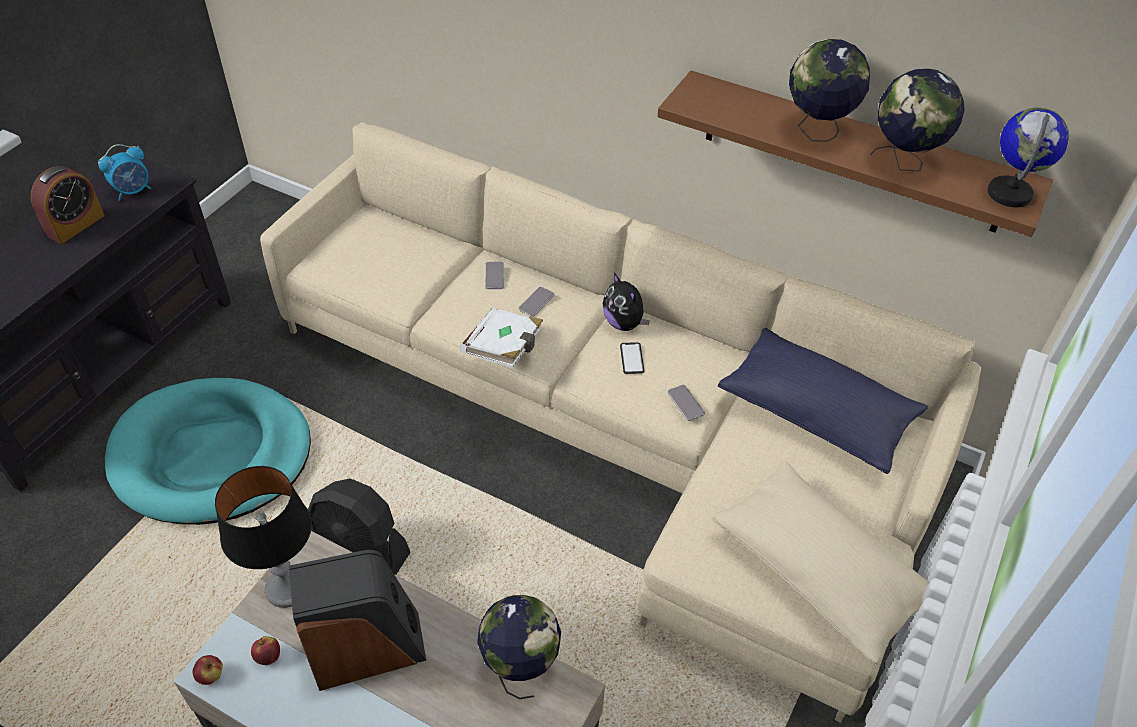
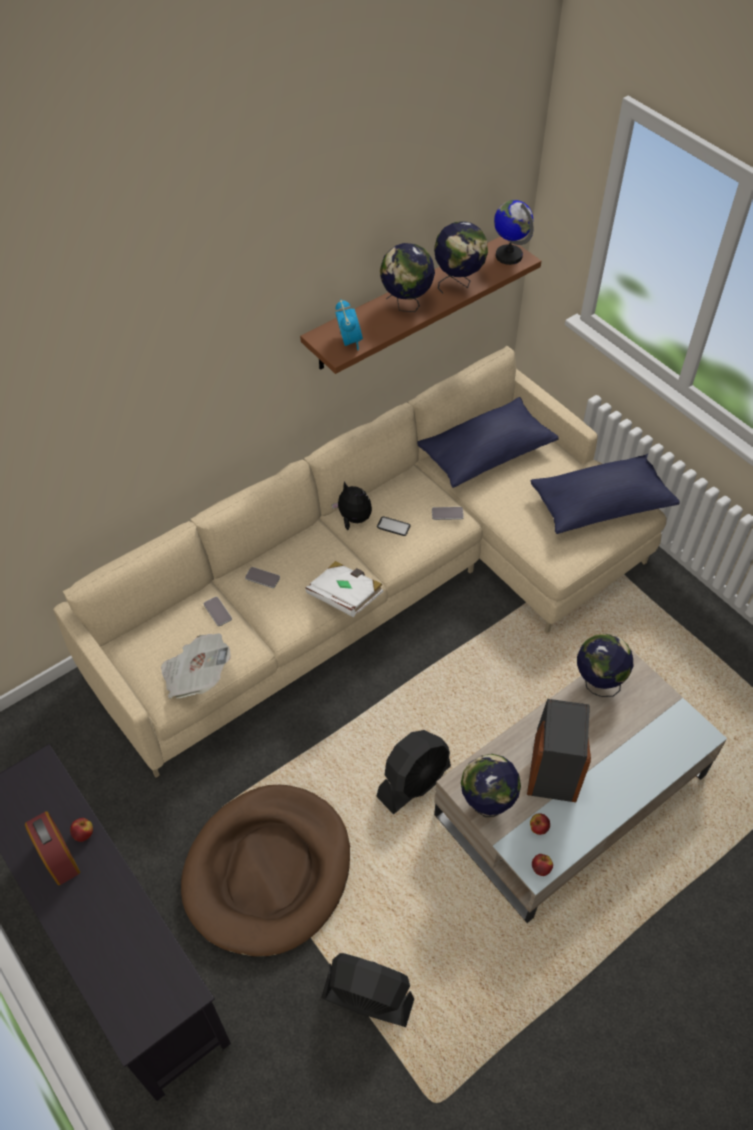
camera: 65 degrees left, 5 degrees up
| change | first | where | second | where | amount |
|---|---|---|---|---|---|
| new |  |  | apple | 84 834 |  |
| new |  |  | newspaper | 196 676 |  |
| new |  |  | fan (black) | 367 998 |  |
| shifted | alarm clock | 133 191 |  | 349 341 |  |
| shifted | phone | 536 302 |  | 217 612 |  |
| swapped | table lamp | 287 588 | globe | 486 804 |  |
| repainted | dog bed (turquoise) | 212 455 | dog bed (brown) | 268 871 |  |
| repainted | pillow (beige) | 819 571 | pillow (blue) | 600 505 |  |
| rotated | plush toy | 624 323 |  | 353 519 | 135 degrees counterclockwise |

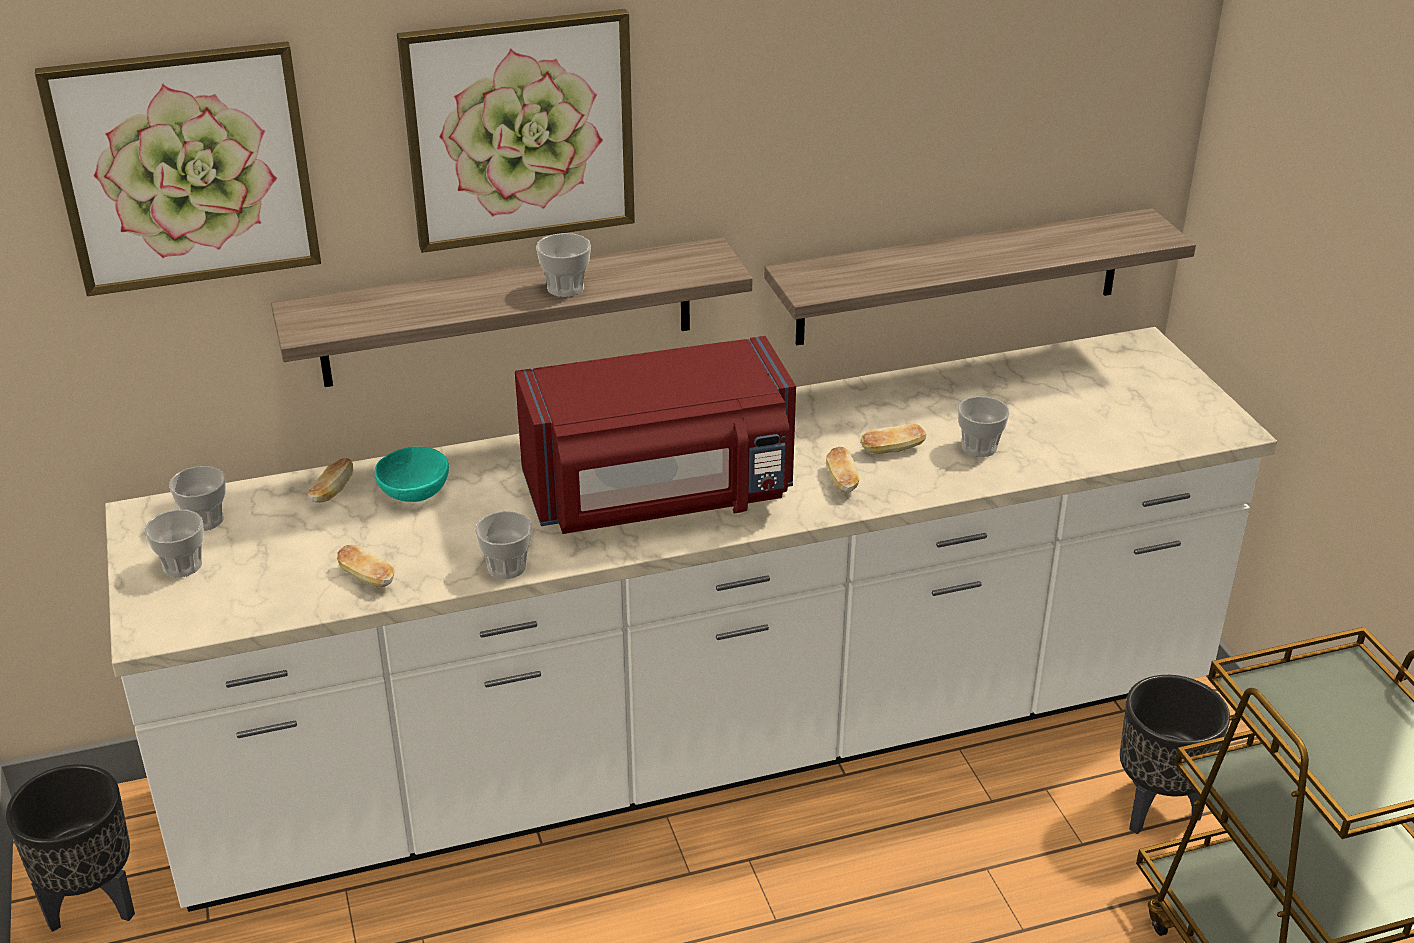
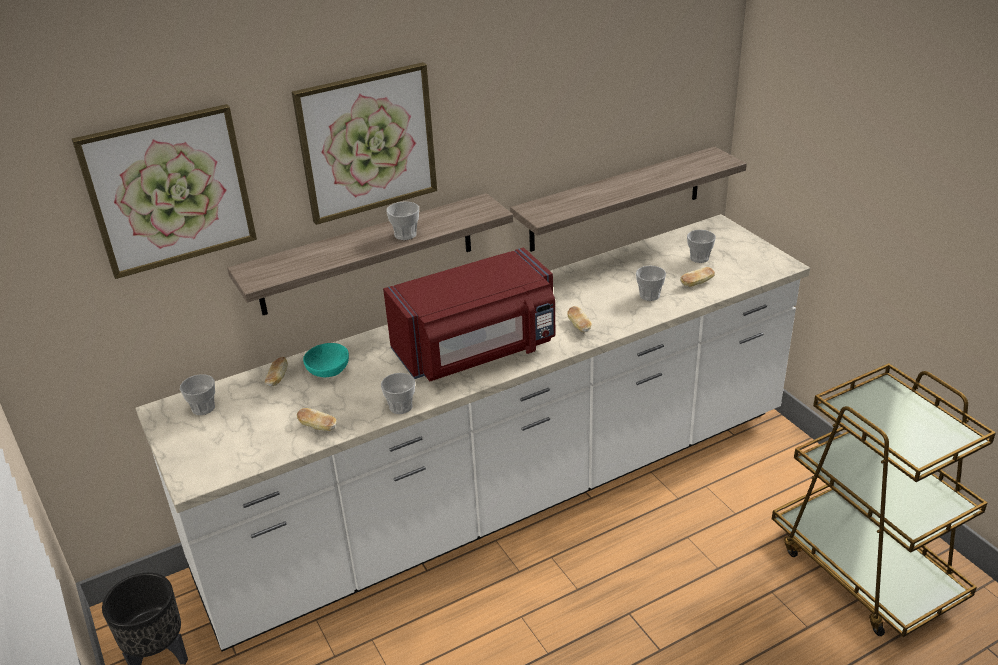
camera: 10 degrees left, 0 degrees up
| change | first | where | second | where | amount |
|---|---|---|---|---|---|
| gone | planter (black) | 1157 810 |  |  |  |
| shifted | cup | 182 565 |  | 699 258 |  |
| shifted | bread | 892 450 |  | 697 283 |  |

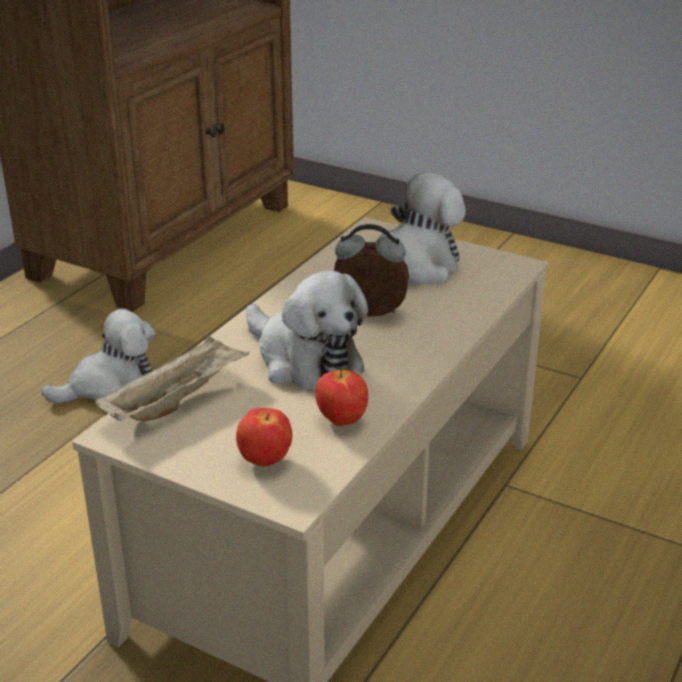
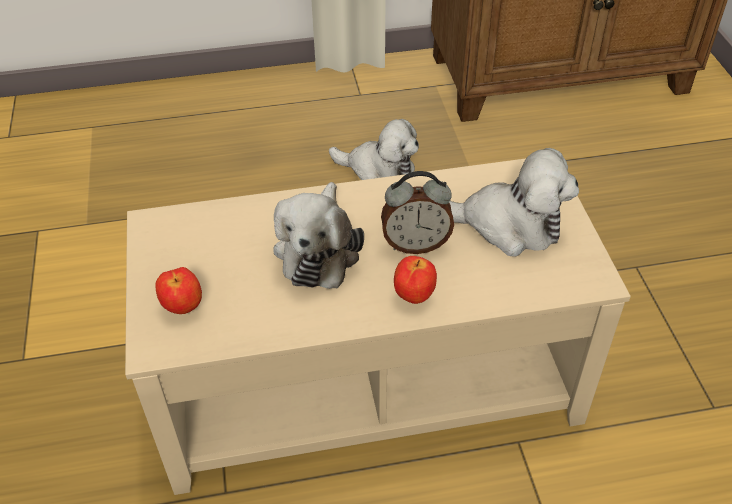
camera: 50 degrees right, 15 degrees up
| change | first | where | second | where | amount |
|---|---|---|---|---|---|
| gone | tray (beige) | 176 400 |  |  |  |
| shifted | apple | 341 420 |  | 413 295 |  |
| rotated | alarm clock | 369 314 |  | 415 244 | 120 degrees clockwise |

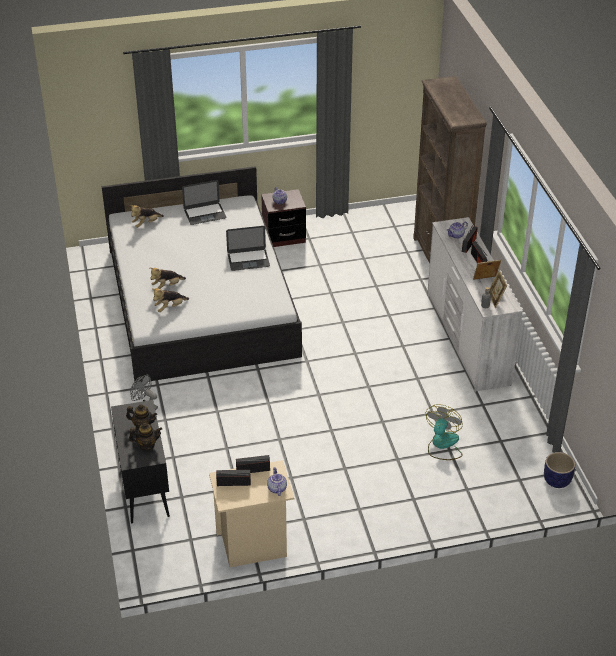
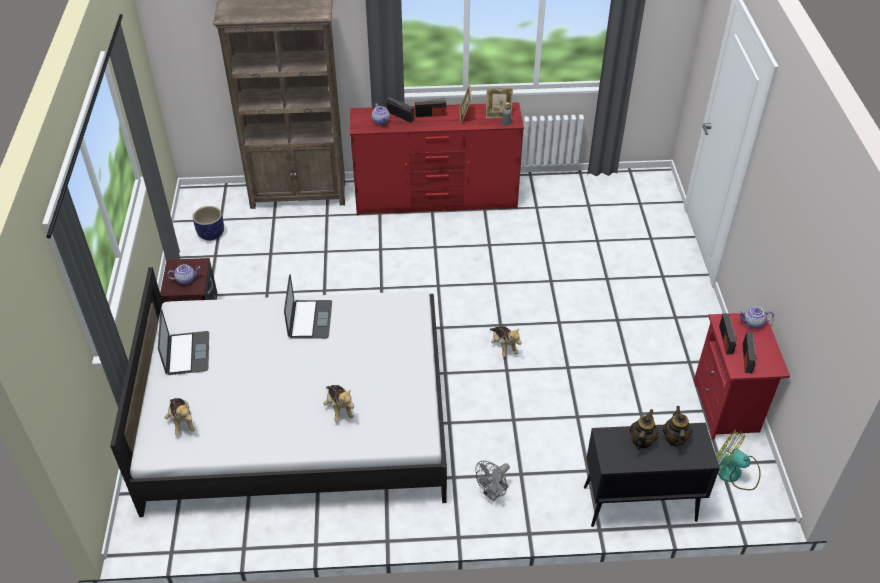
camera: 80 degrees left, 5 degrees up
| change | first | where | second | where | amount |
|---|---|---|---|---|---|
| shifted | plush toy | 170 307 |  | 504 346 |  |
| shifted | fan | 442 445 |  | 734 472 |  |
| shifted | planter | 556 481 |  | 211 234 |  |
| repainted | nightstand (beige) | 253 545 | nightstand (red) | 727 408 |  |
| repainted | dresser (white) | 467 339 | dresser (red) | 436 200 |  |

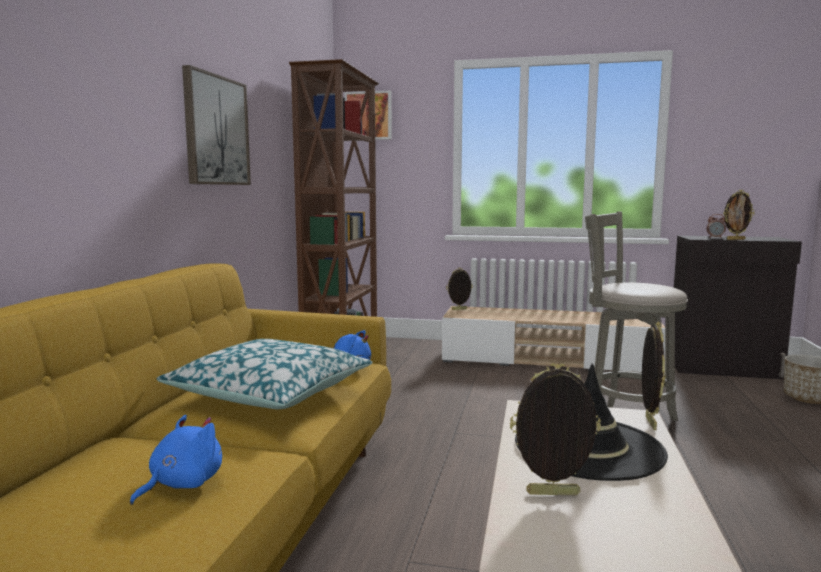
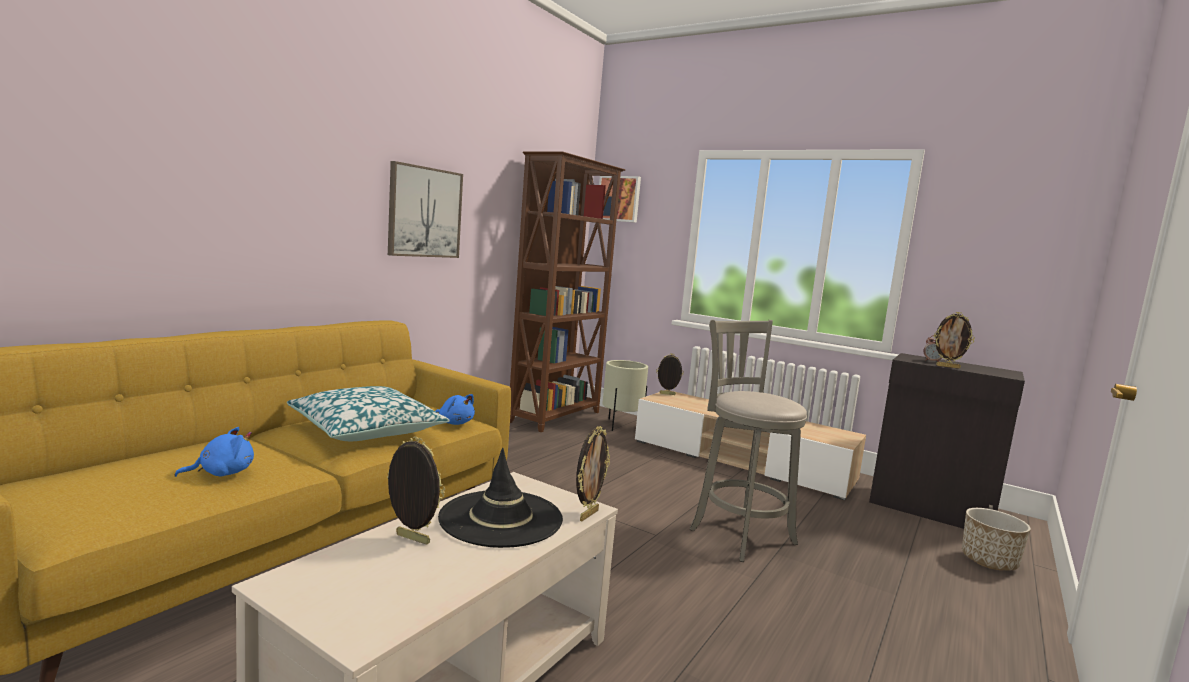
camera: 20 degrees right, 0 degrees up
| change | first | where | second | where | amount |
|---|---|---|---|---|---|
| new |  |  | planter (beige) | 621 425 |  |

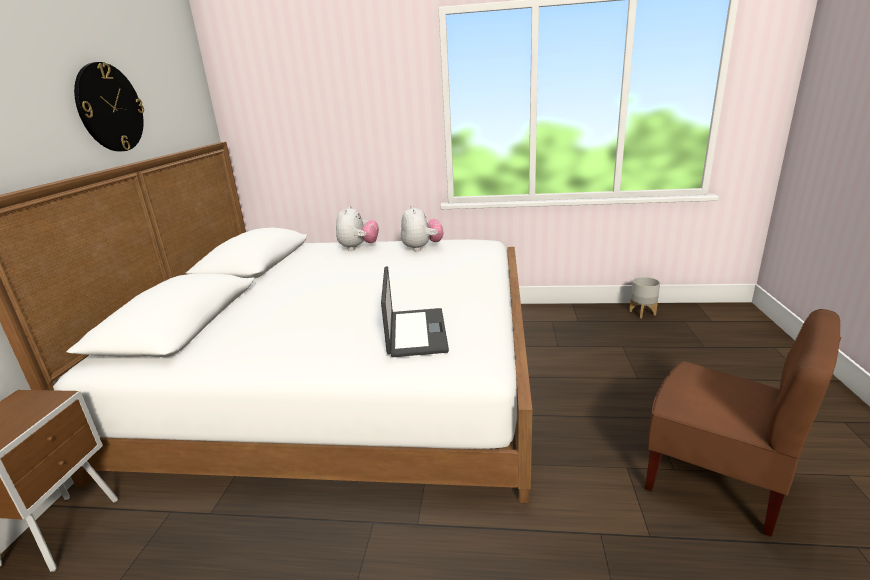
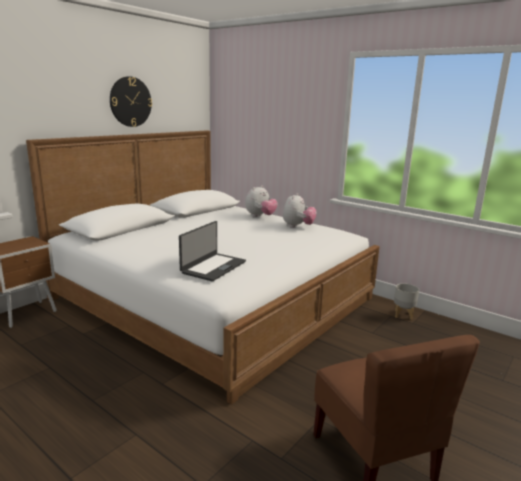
camera: 30 degrees right, 5 degrees down
| change | first | where | second | where | amount |
|---|---|---|---|---|---|
| shifted | planter (grey) | 642 312 |  | 403 315 |  |

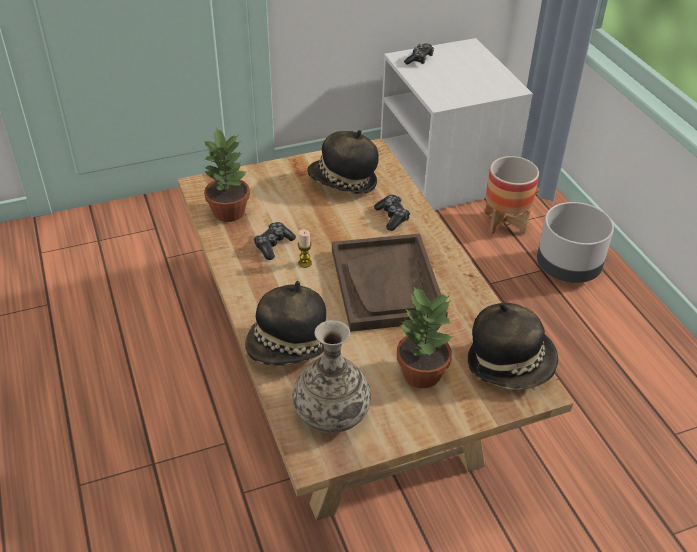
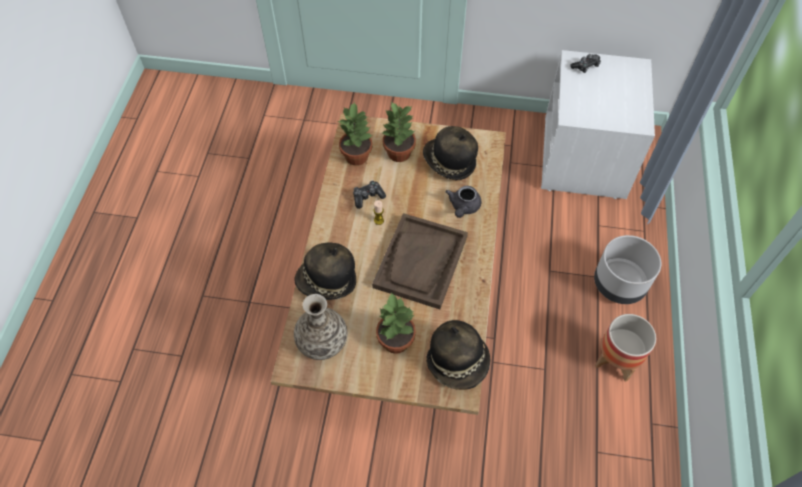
camera: 30 degrees right, 15 degrees up
| change | first | where | second | where | amount |
|---|---|---|---|---|---|
| new |  |  | potted plant | 399 153 |  |
| shifted | planter | 505 223 |  | 616 360 |  |
| swapped | game controller | 392 217 | teapot (grey) | 463 207 |  |

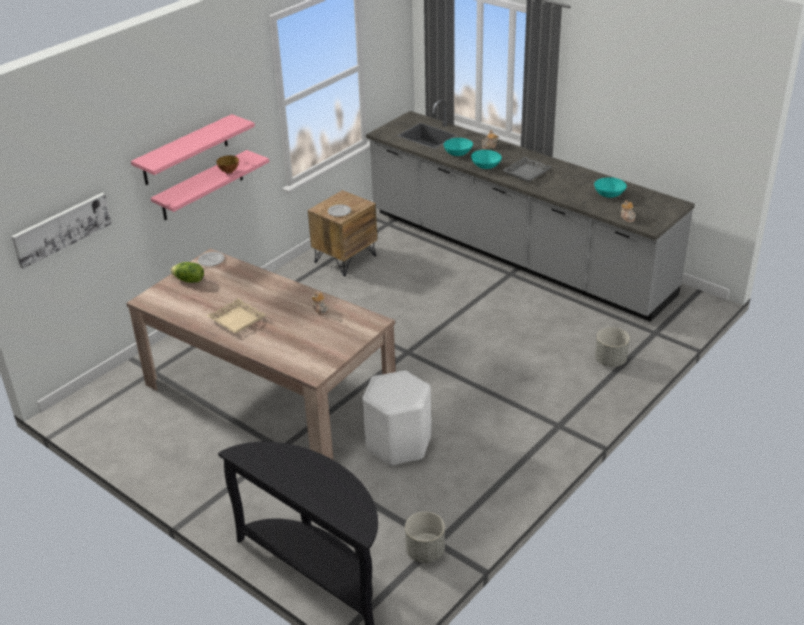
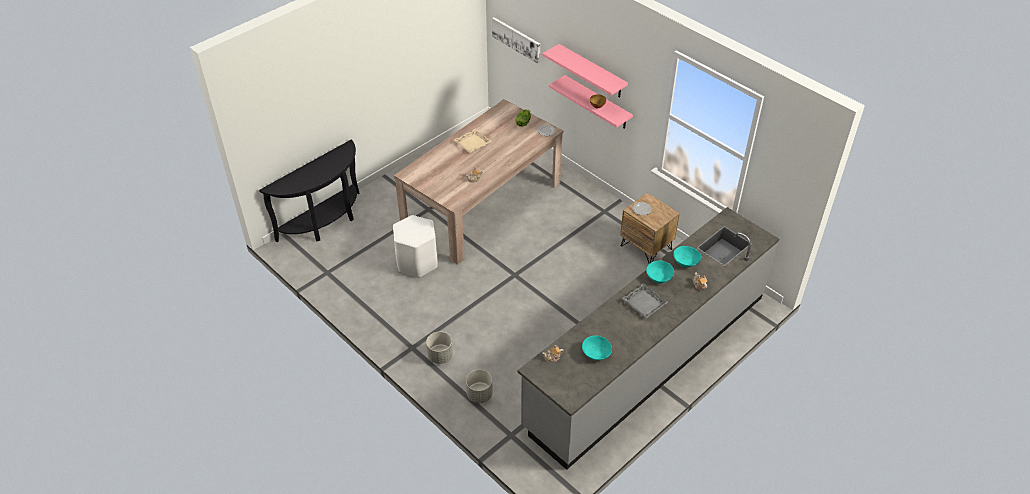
camera: 95 degrees right, 10 degrees up
| change | first | where | second | where | amount |
|---|---|---|---|---|---|
| shifted | planter (grey) | 425 551 |  | 440 356 |  |

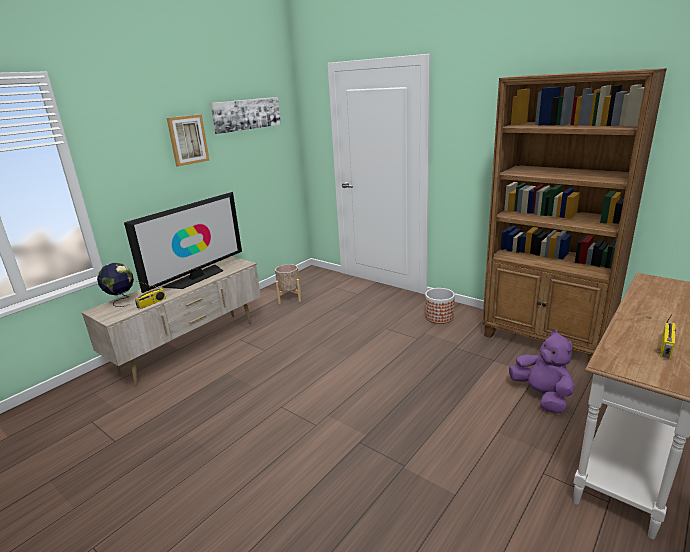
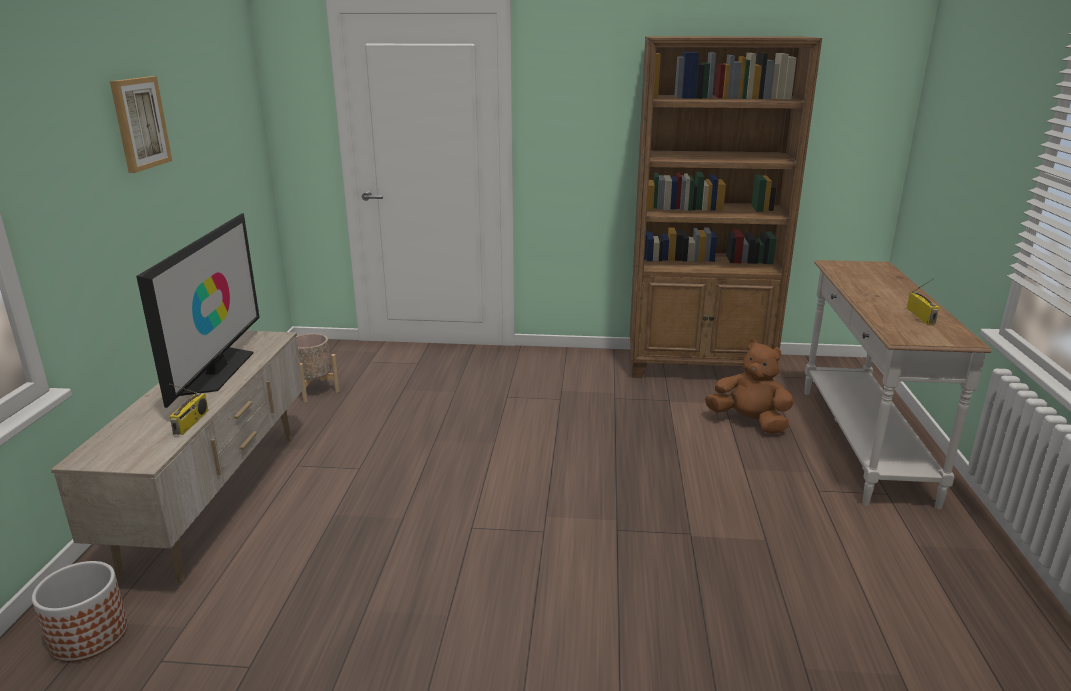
camera: 35 degrees left, 0 degrees up
| change | first | where | second | where | amount |
|---|---|---|---|---|---|
| gone | globe | 121 301 |  |  |  |
| gone | picture | 246 114 |  |  |  |
| shifted | planter | 439 317 |  | 89 636 |  |
| repainted | plush toy (purple) | 541 396 | plush toy (brown) | 749 422 |  |

